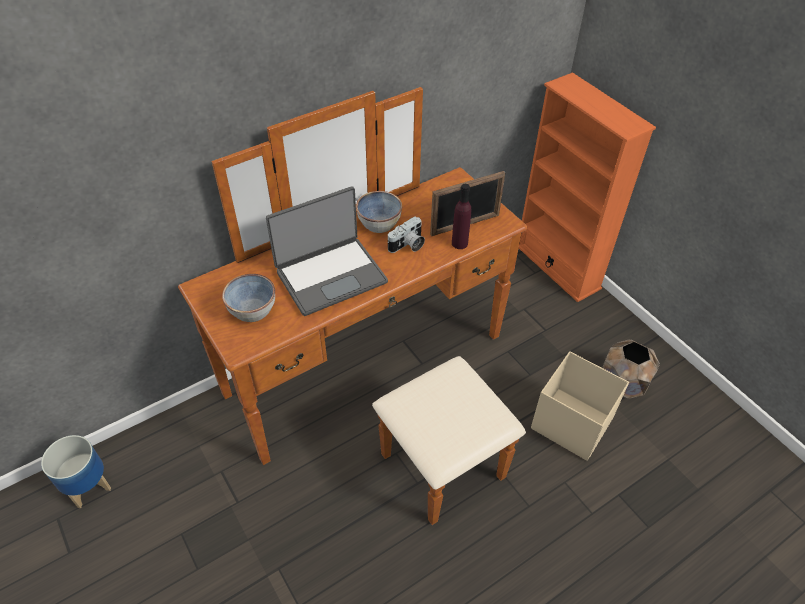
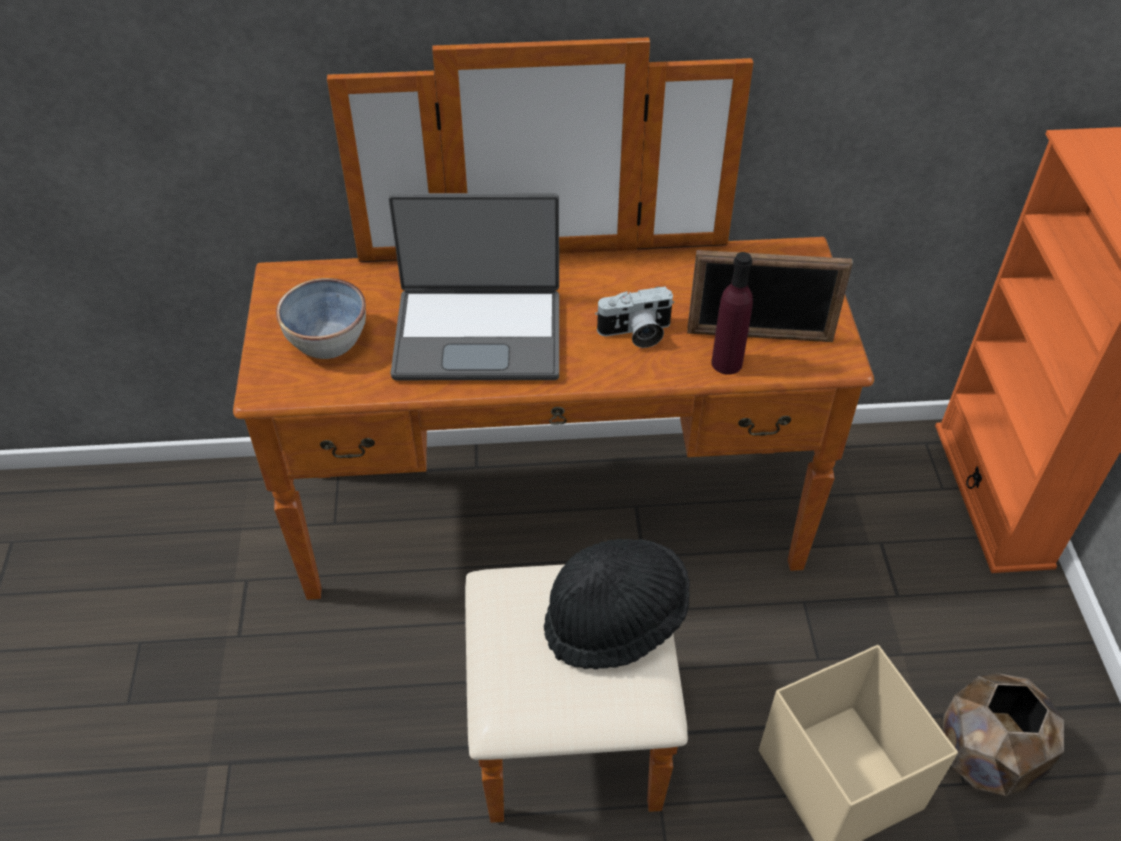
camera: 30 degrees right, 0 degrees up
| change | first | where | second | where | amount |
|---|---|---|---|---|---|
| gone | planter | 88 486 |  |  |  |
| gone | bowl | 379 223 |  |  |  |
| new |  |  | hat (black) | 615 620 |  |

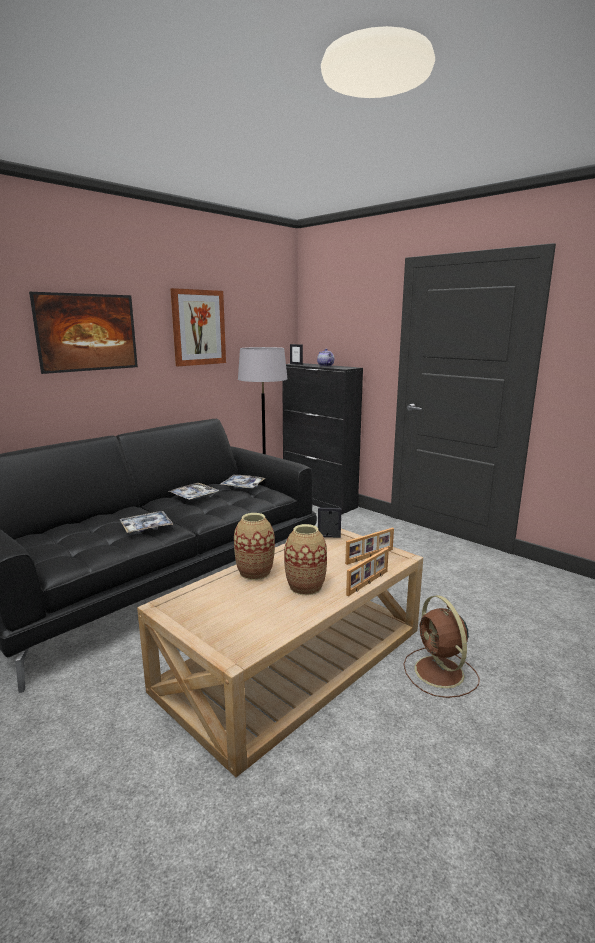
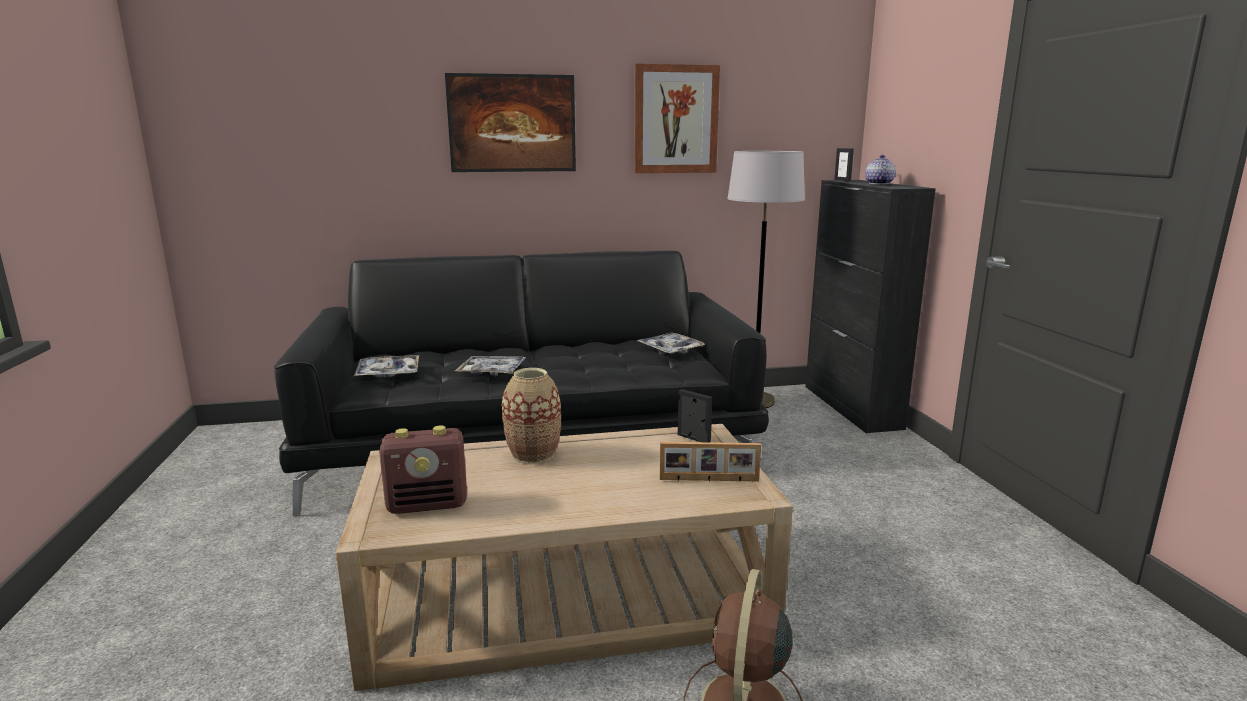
camera: 35 degrees right, 0 degrees up
| change | first | where | second | where | amount |
|---|---|---|---|---|---|
| gone | vase | 305 587 |  |  |  |
| gone | picture frame | 368 583 |  |  |  |
| new |  |  | radio | 428 505 |  |
| shifted | tray | 194 496 |  | 388 373 |  |

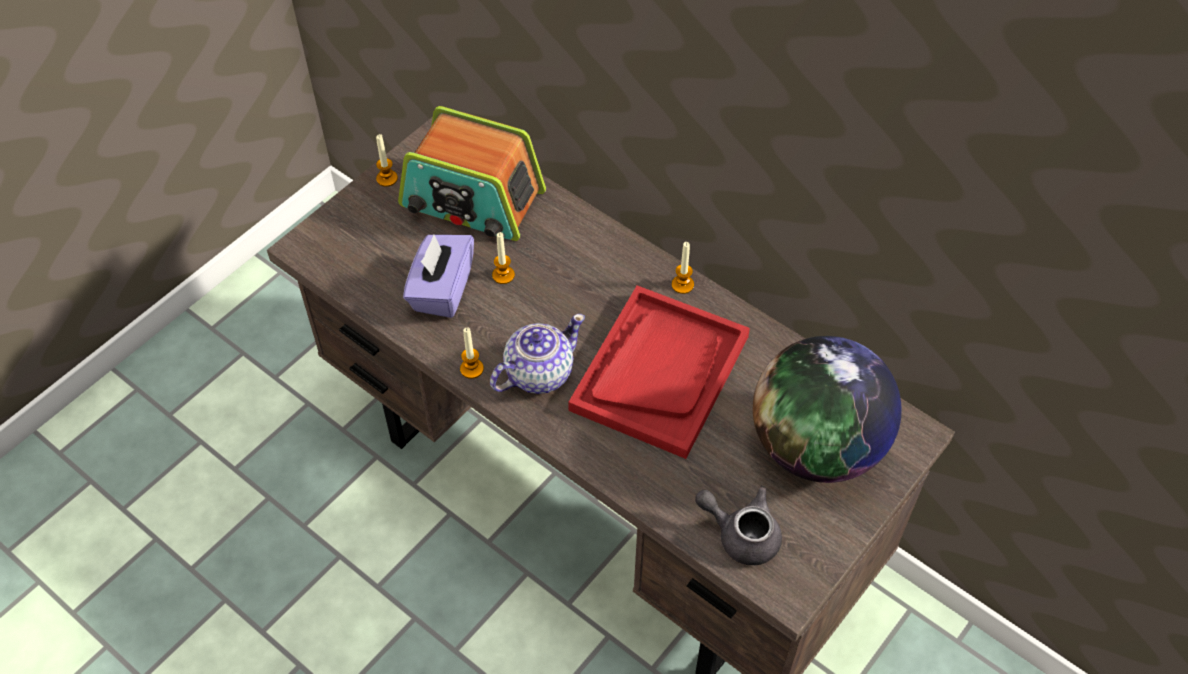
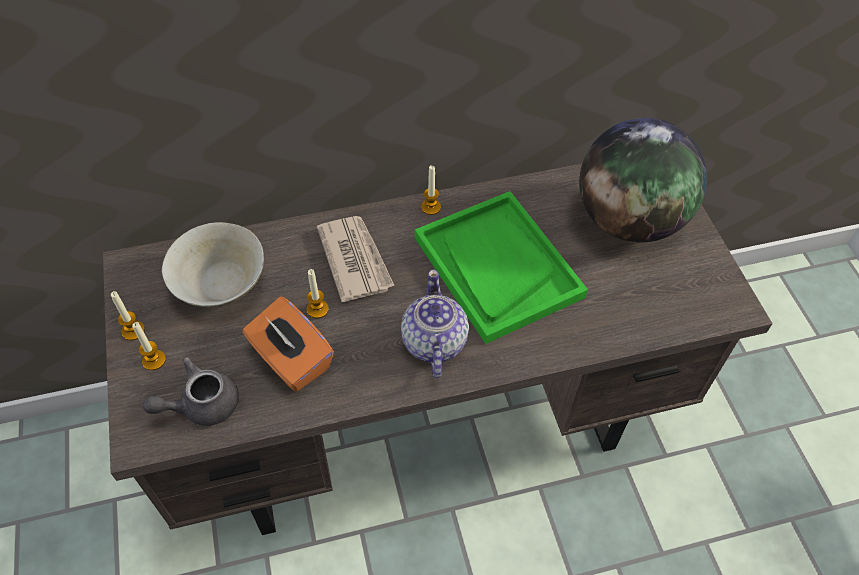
camera: 55 degrees left, 0 degrees up
| change | first | where | second | where | amount |
|---|---|---|---|---|---|
| new |  |  | newspaper | 355 259 |  |
| shifted | candle | 472 369 |  | 154 360 |  |
| shifted | teapot (grey) | 741 534 |  | 201 404 |  |
| swapped | radio | 472 200 | bowl (beige) | 221 285 |  |
| repainted | tissue box (purple) | 441 290 | tissue box (orange) | 291 360 |  |
| repainted | tray (red) | 660 372 | tray (green) | 497 267 |  |

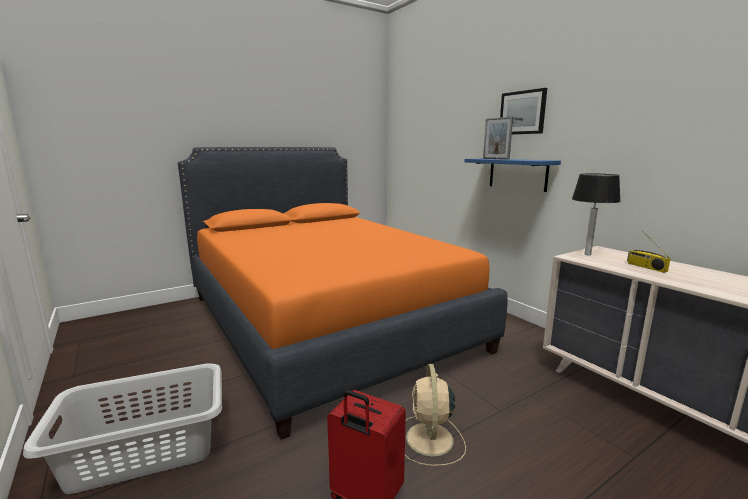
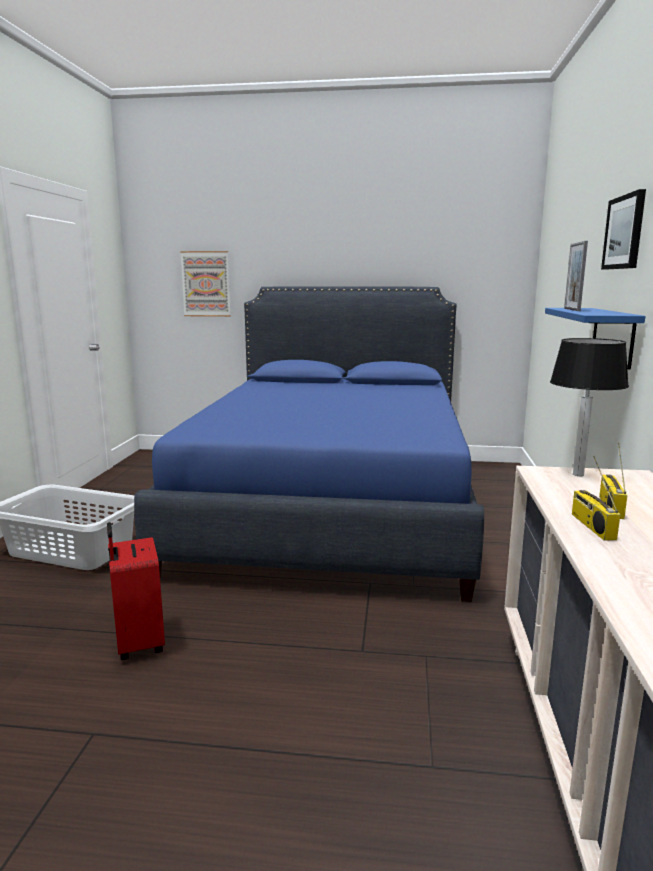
camera: 40 degrees right, 0 degrees up
| change | first | where | second | where | amount |
|---|---|---|---|---|---|
| gone | fan (beige) | 429 440 |  |  |  |
| new |  |  | picture | 206 284 |  |
| new |  |  | radio | 591 526 |  |
| repainted | bed (orange) | 325 321 | bed (blue) | 332 506 |  |

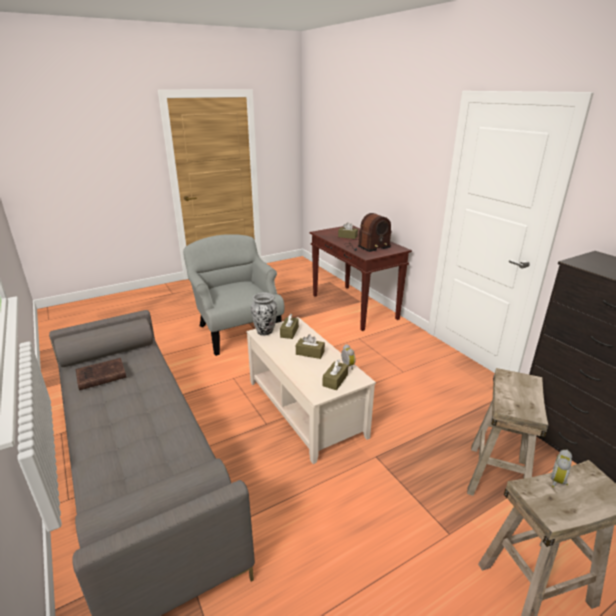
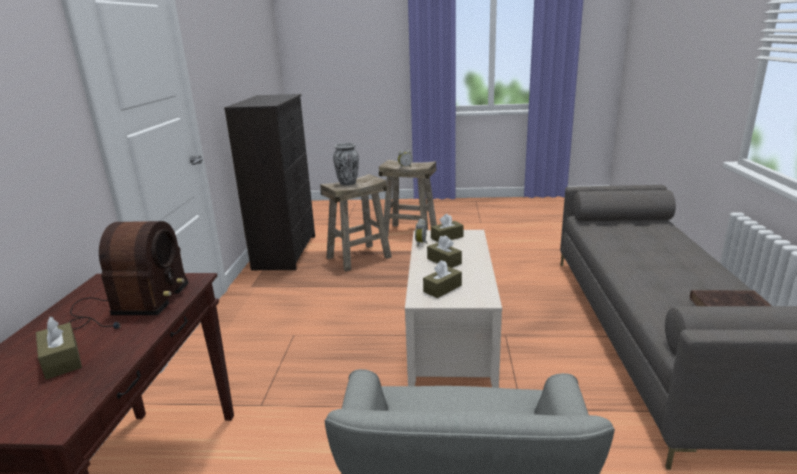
camera: 145 degrees left, 5 degrees down
| change | first | where | second | where | amount |
|---|---|---|---|---|---|
| shifted | vase | 265 332 |  | 347 183 |  |
| rotated | radio | 366 246 |  | 129 306 | 90 degrees clockwise |

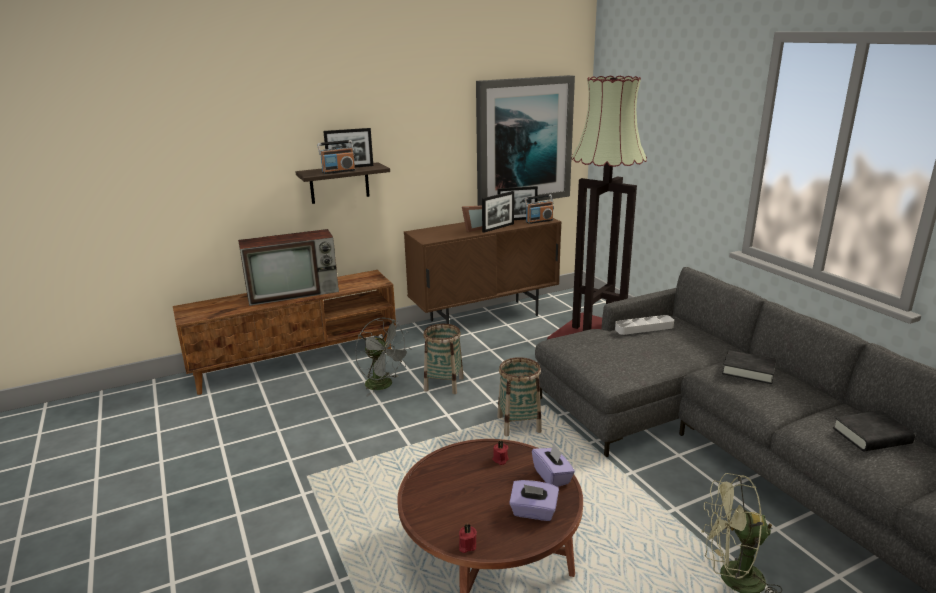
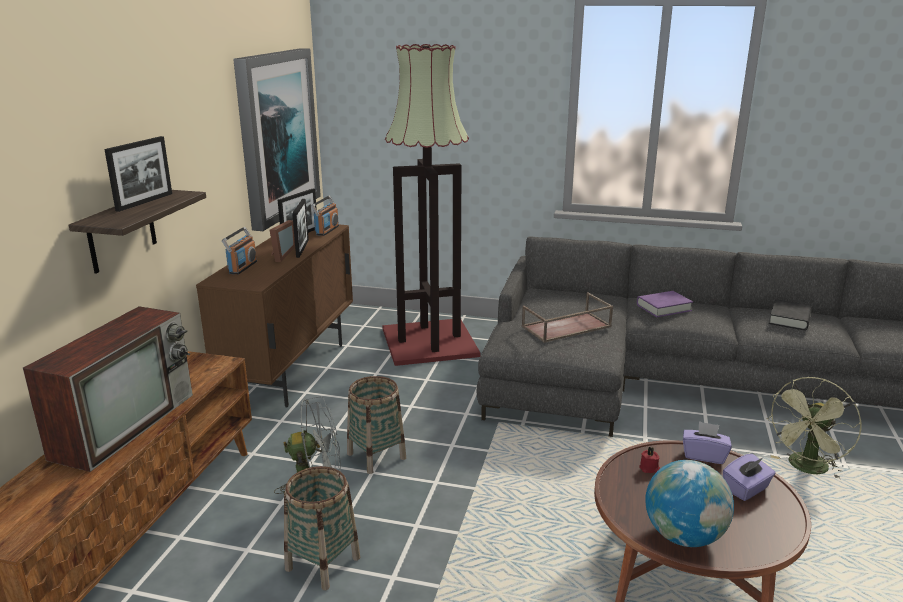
camera: 50 degrees left, 0 degrees up
| change | first | where | second | where | amount |
|---|---|---|---|---|---|
| gone | candle (red) | 467 546 |  |  |  |
| gone | tray (grey) | 644 328 |  |  |  |
| new |  |  | tray (brown) | 566 327 |  |
| new |  |  | globe | 684 536 |  |
| shifted | radio | 338 171 |  | 242 267 |  |
| shifted | basket | 519 424 |  | 323 563 |  |
| repainted | book (black) | 748 371 | book (purple) | 663 308 |  |

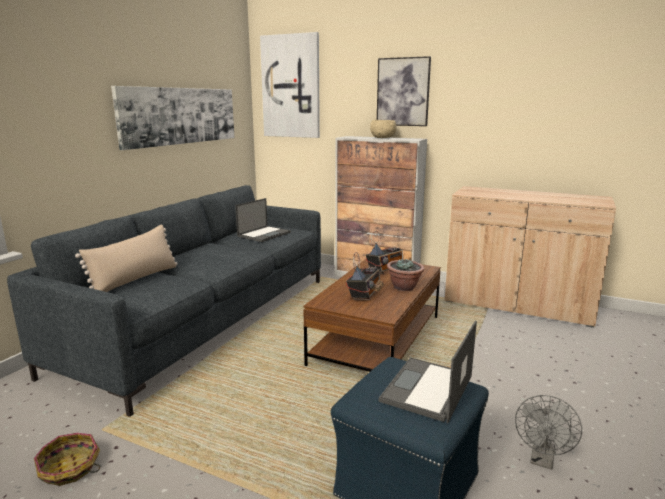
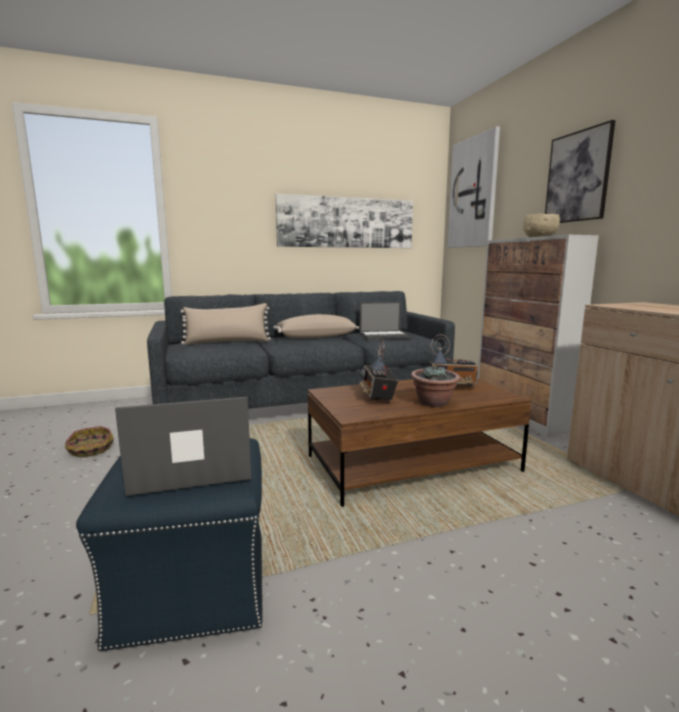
camera: 45 degrees right, 5 degrees down
| change | first | where | second | where | amount |
|---|---|---|---|---|---|
| gone | fan (grey) | 542 460 |  |  |  |
| new |  |  | pillow (beige) | 315 337 |  |
| rotated | radio | 365 295 |  | 377 397 | 105 degrees clockwise |

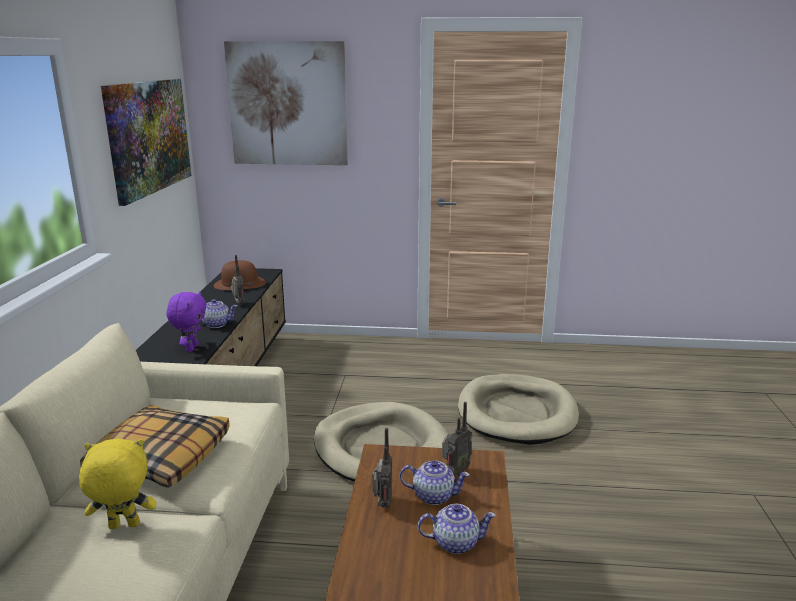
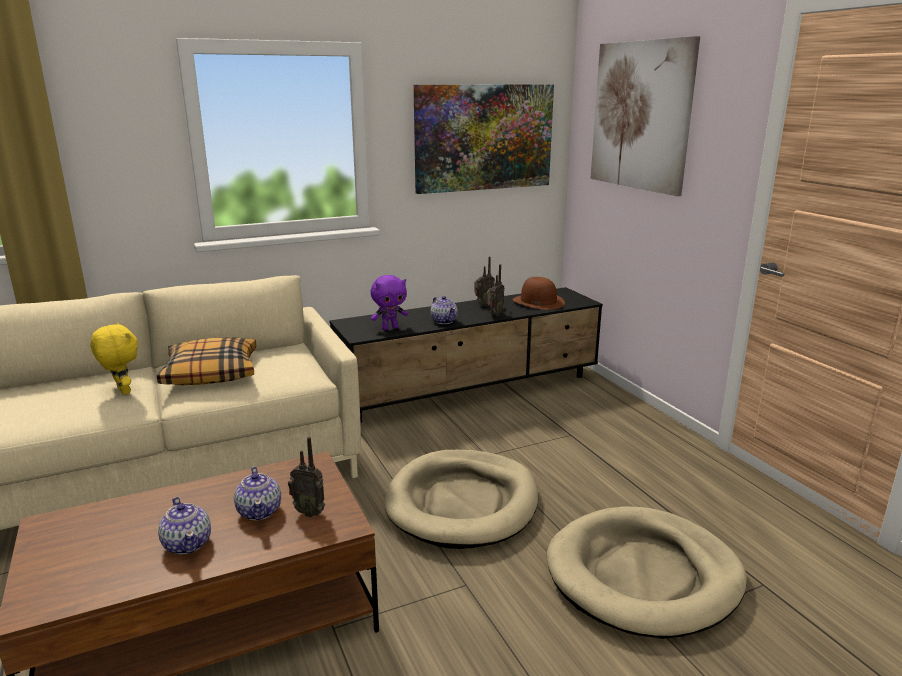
camera: 60 degrees right, 0 degrees up
| change | first | where | second | where | amount |
|---|---|---|---|---|---|
| shifted | radio | 382 505 |  | 483 304 |  |

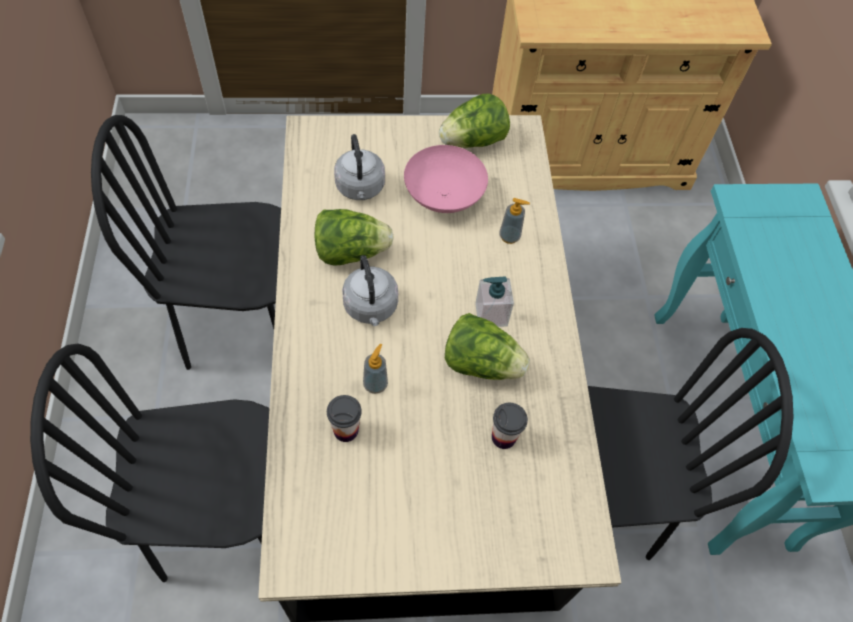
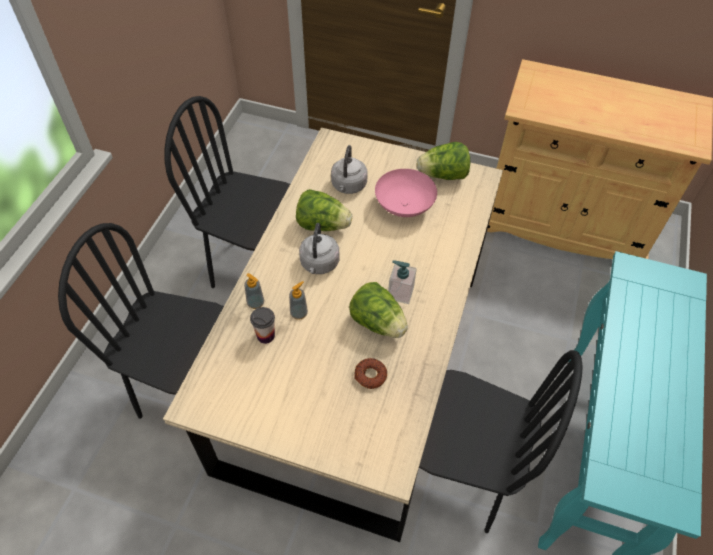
camera: 25 degrees right, 5 degrees down
| change | first | where | second | where | amount |
|---|---|---|---|---|---|
| shifted | soap dispenser | 509 236 |  | 256 303 |  |
| swapped | cup | 503 437 | donut | 370 375 |  |

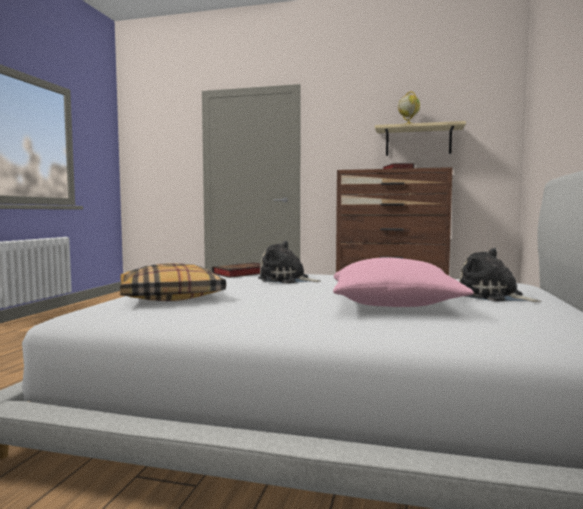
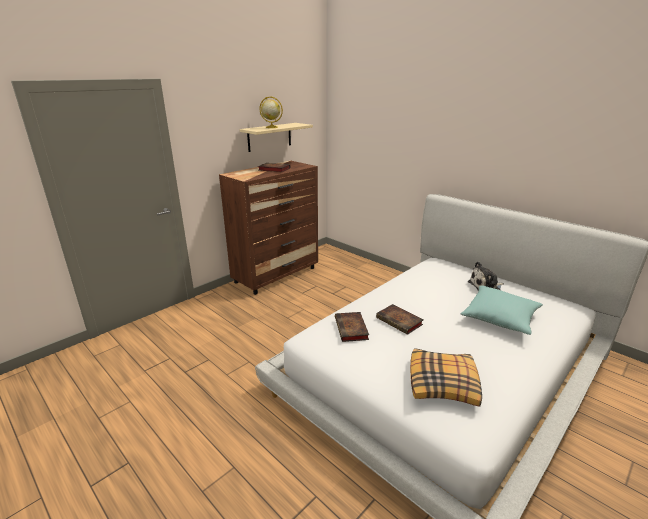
camera: 60 degrees left, 20 degrees up
| change | first | where | second | where | amount |
|---|---|---|---|---|---|
| swapped | plush toy | 286 280 | book | 400 321 |  |
| repainted | pillow (pink) | 393 304 | pillow (turquoise) | 500 318 |  |

